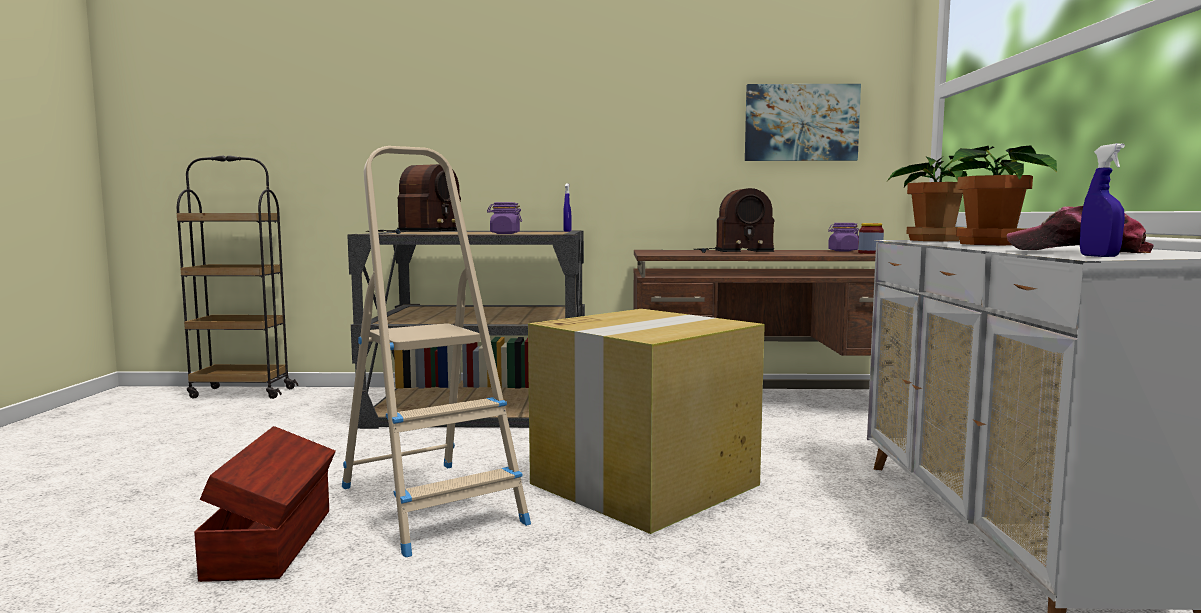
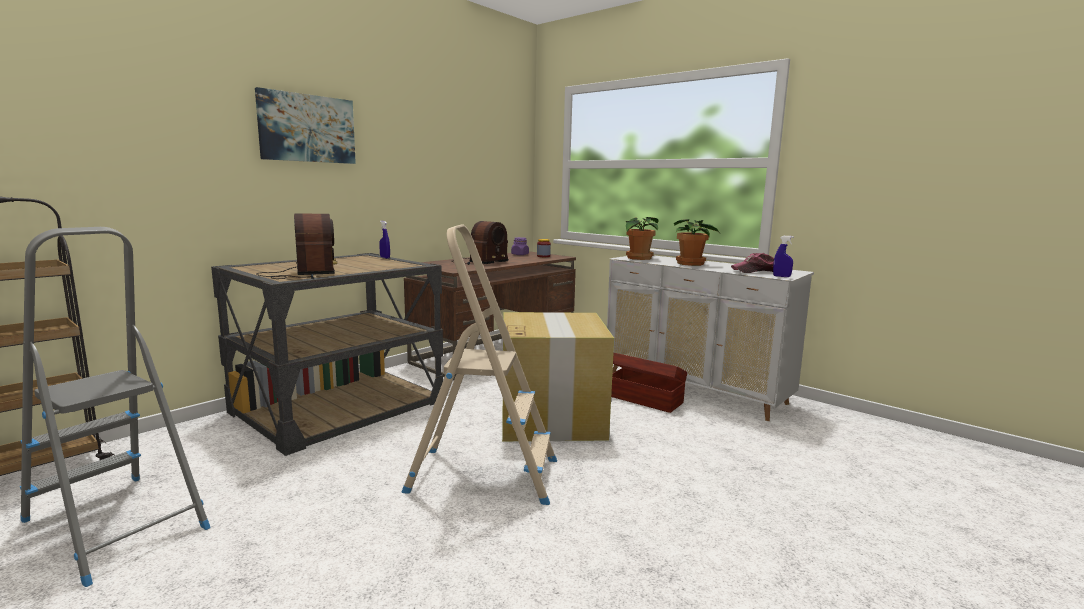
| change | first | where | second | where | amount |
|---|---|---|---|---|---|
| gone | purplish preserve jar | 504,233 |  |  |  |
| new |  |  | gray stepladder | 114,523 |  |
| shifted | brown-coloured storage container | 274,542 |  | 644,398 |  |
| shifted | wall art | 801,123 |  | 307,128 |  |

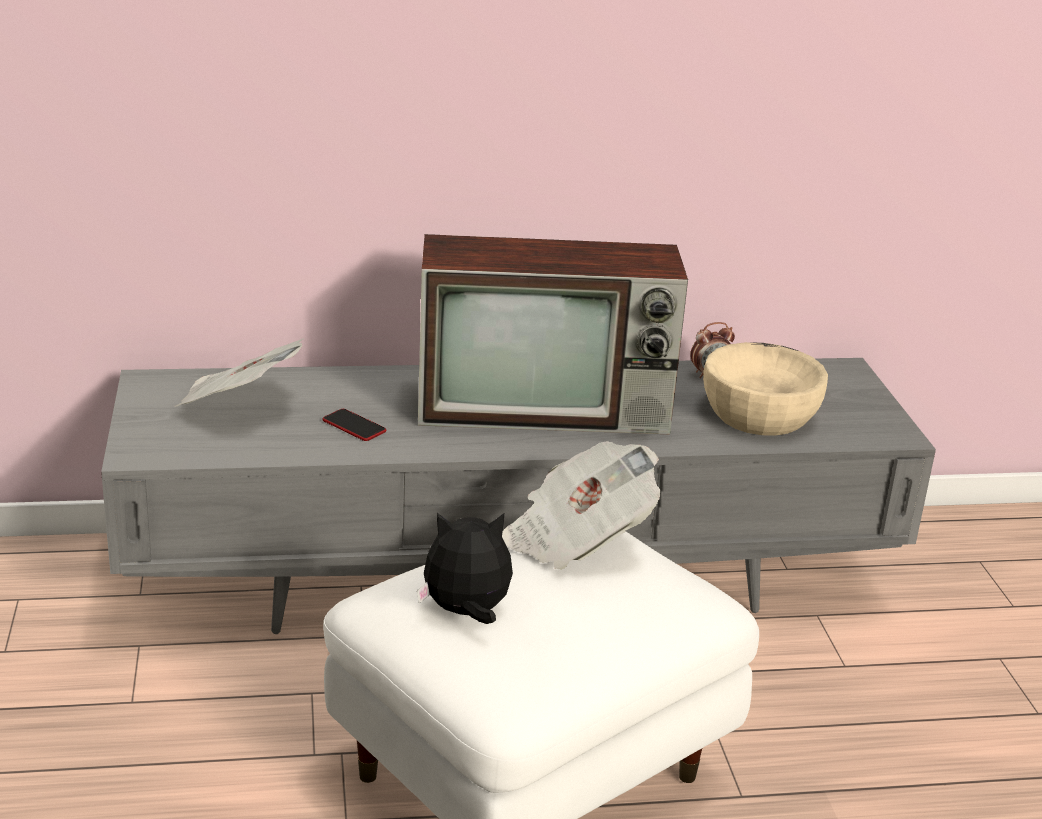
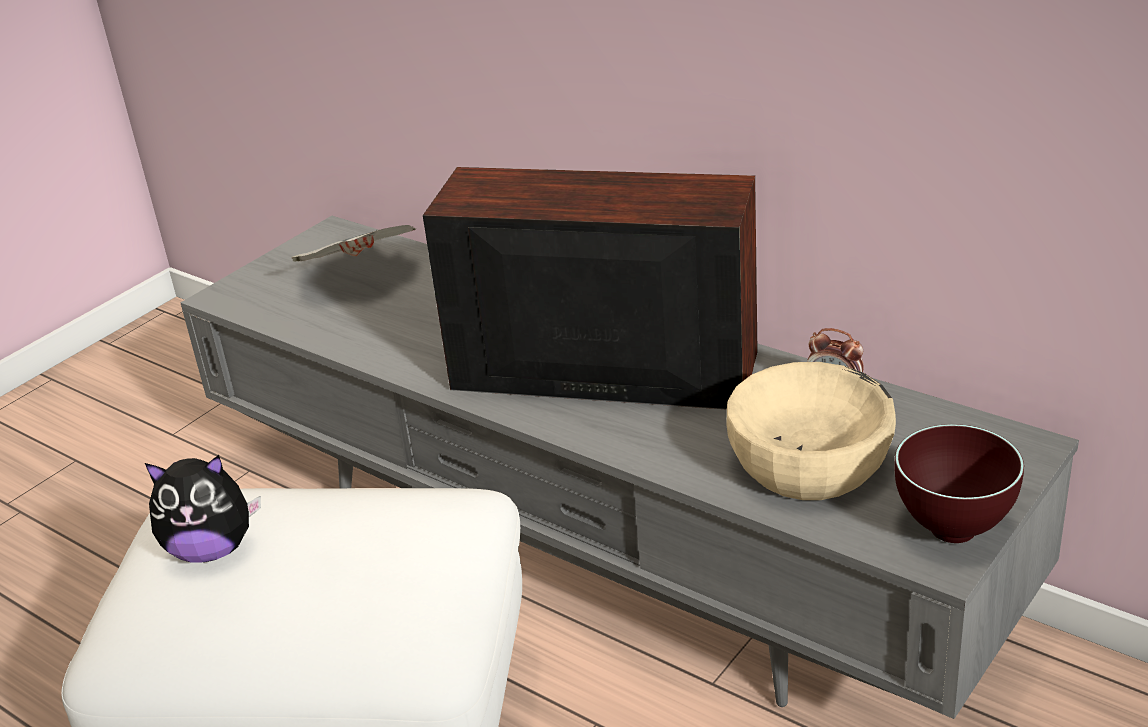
| change | first | where | second | where | amount |
|---|---|---|---|---|---|
| gone | handset | 354,426 |  |  |  |
| gone | newspaper | 577,538 |  |  |  |
| new |  |  | brown-coloured bowl | 951,529 |  |
| rotated | cuddly toy | 466,613 |  | 212,550 | 135 degrees clockwise |
| rotated | TV set | 547,408 |  | 597,371 | 150 degrees clockwise |

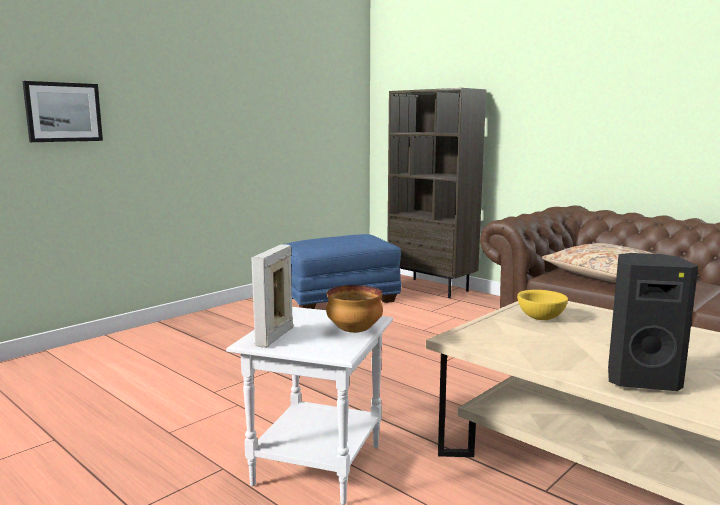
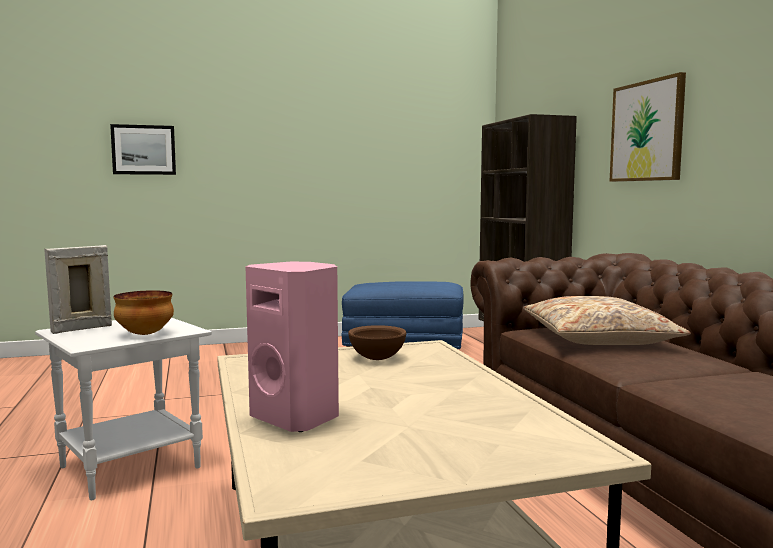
| change | first | where | second | where | amount |
|---|---|---|---|---|---|
| new |  |  | wall art | 647,131 |  |
| repainted | yellowish bowl | 540,318 | brown-coloured bowl | 376,358 |  |
| repainted | black speaker | 641,379 | pinkish speaker | 297,418 |  |

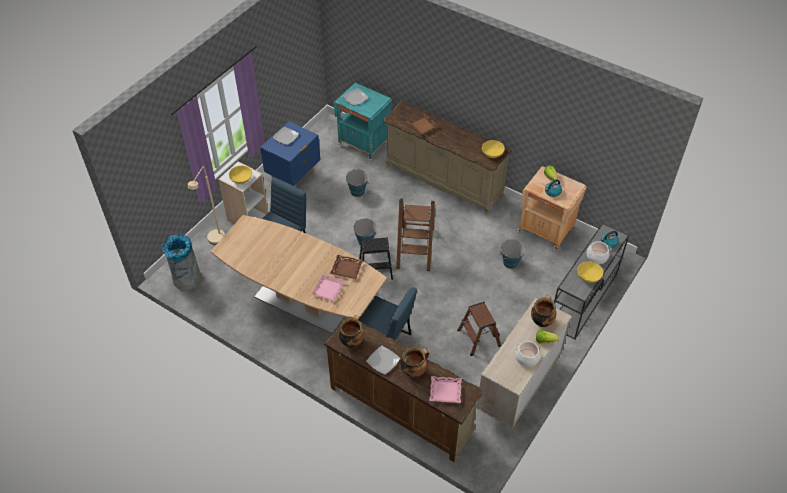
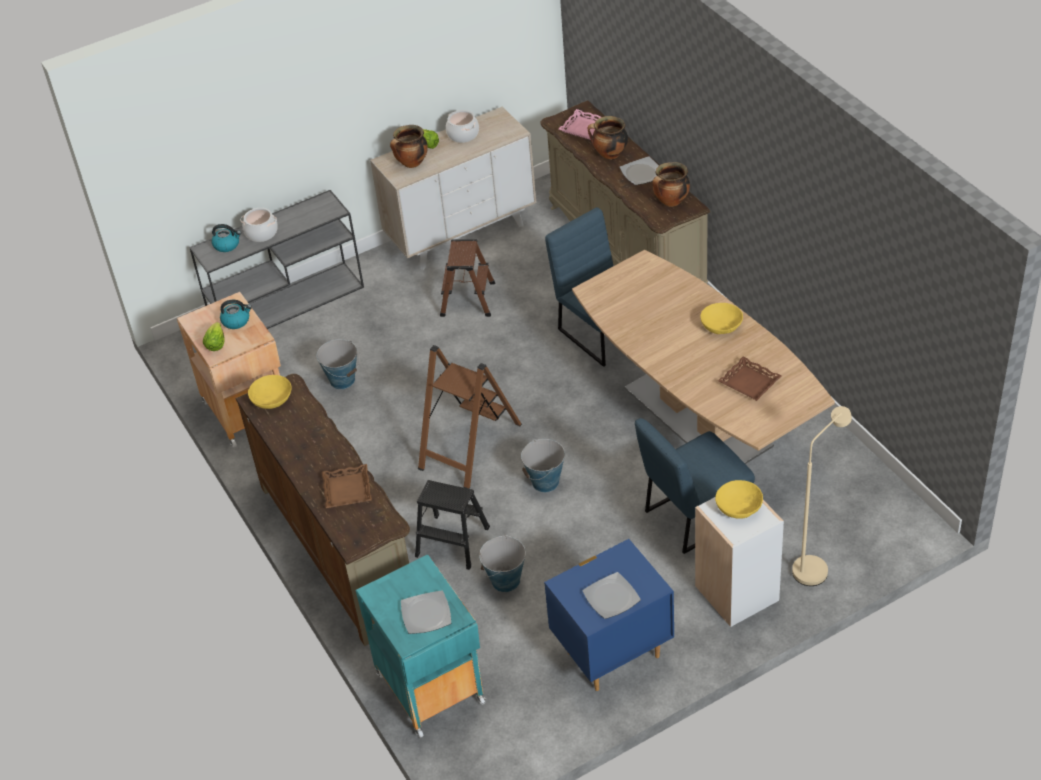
| change | first | where | second | where | amount |
|---|---|---|---|---|---|
| gone | gray rubbish bin | 187,280 |  |  |  |
| gone | pinkish serving tray | 327,289 |  |  |  |
| shifted | brown-coloured serving tray | 346,268 |  | 749,383 |  |
| shifted | black stepladder | 376,268 |  | 452,541 |  |
| shifted | yellowish bowl | 588,276 |  | 721,326 |  |

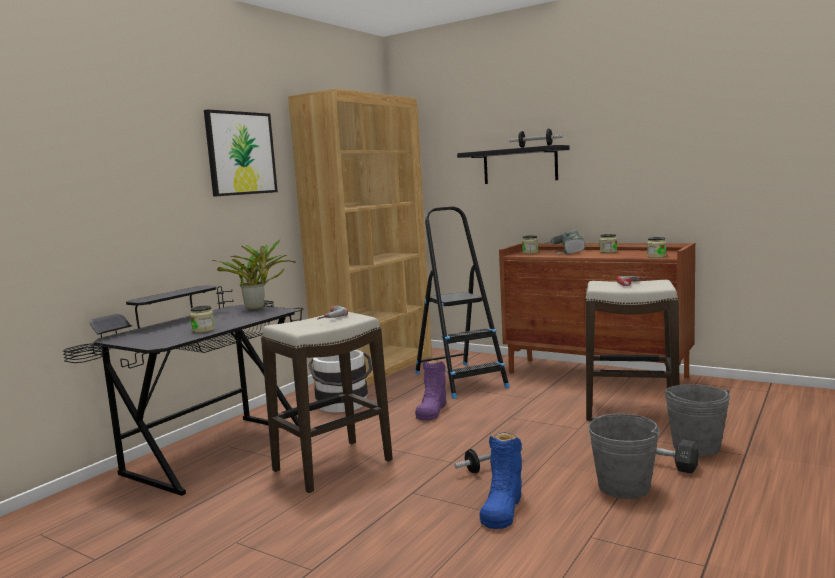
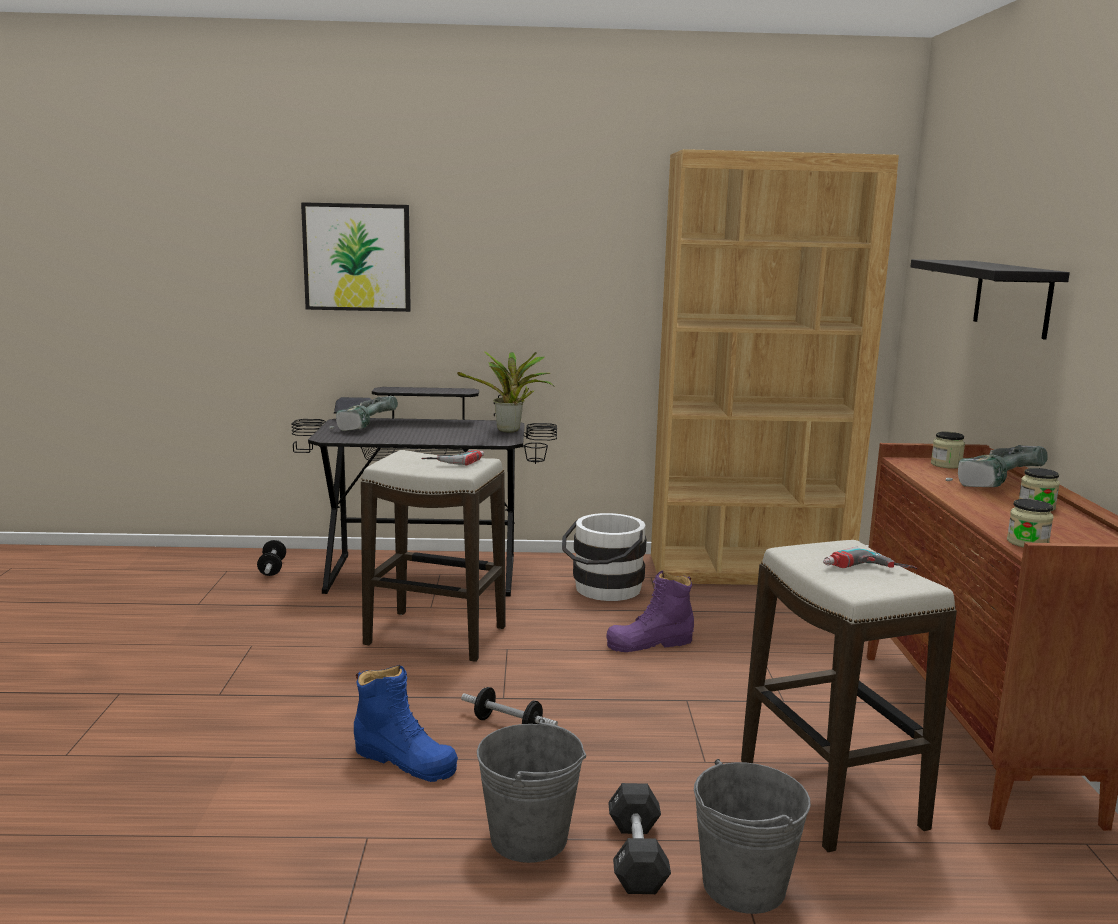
| change | first | where | second | where | amount |
|---|---|---|---|---|---|
| gone | preserve jar | 203,330 |  |  |  |
| gone | black stepladder | 460,380 |  |  |  |
| new |  |  | power drill | 362,426 |  |
| shifted | wall art | 241,153 |  | 357,257 |  |
| shifted | hand weight | 535,146 |  | 272,568 |  |
| rotated | bluish boot | 502,507 |  | 405,760 | 135 degrees counterclockwise |

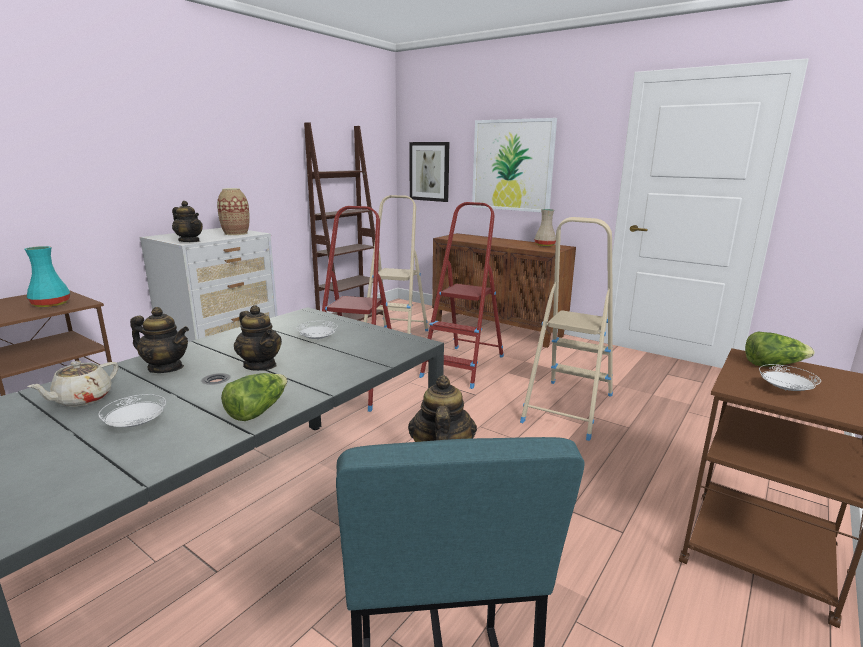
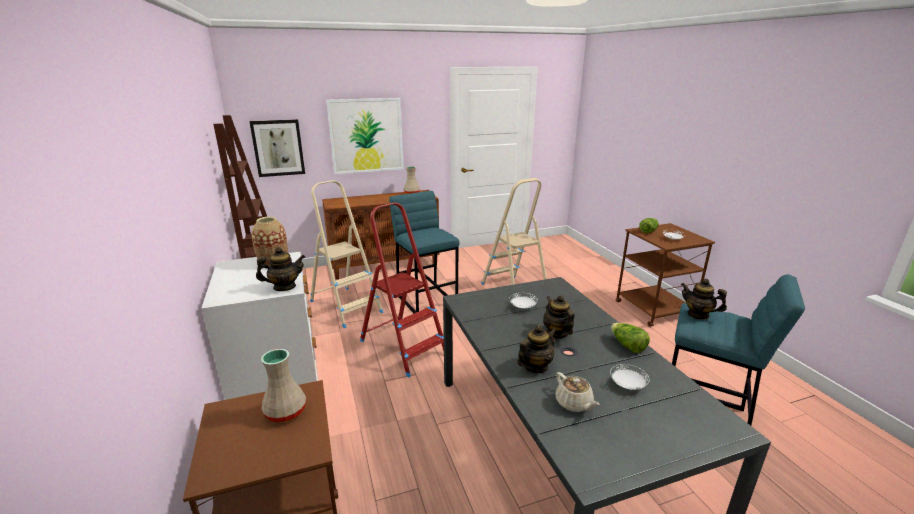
| change | first | where | second | where | amount |
|---|---|---|---|---|---|
| swapped | red-coloured stepladder | 463,366 | blue-green sitting stool | 426,299 |  |
| repainted | blue-green decorative vase | 51,304 | beige decorative vase | 285,412 |  |
| rotated | pot for tea | 260,365 |  | 556,333 | 105 degrees counterclockwise |

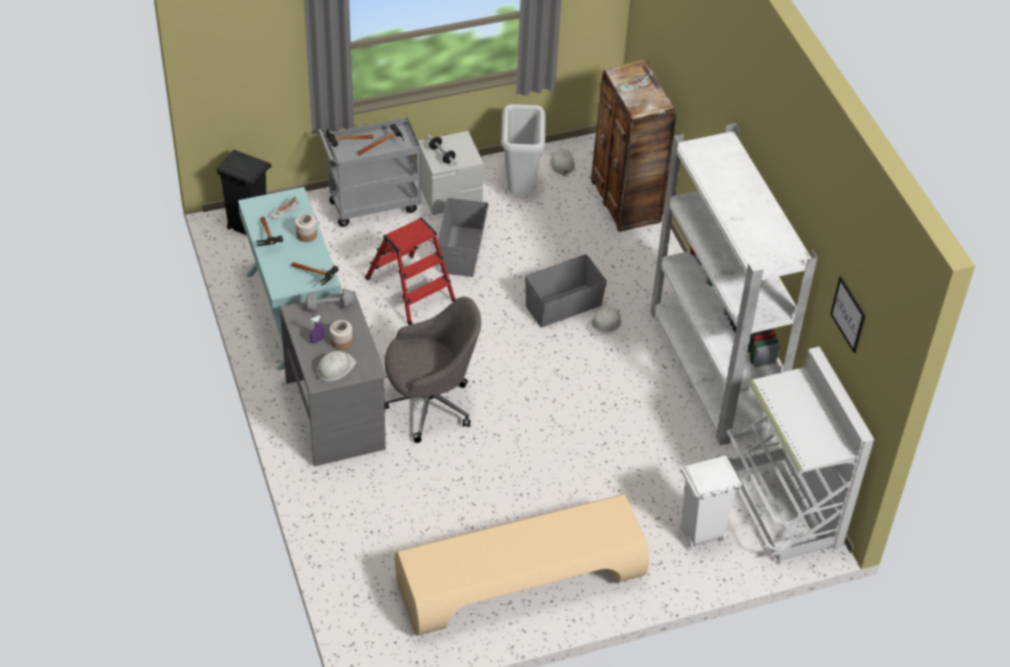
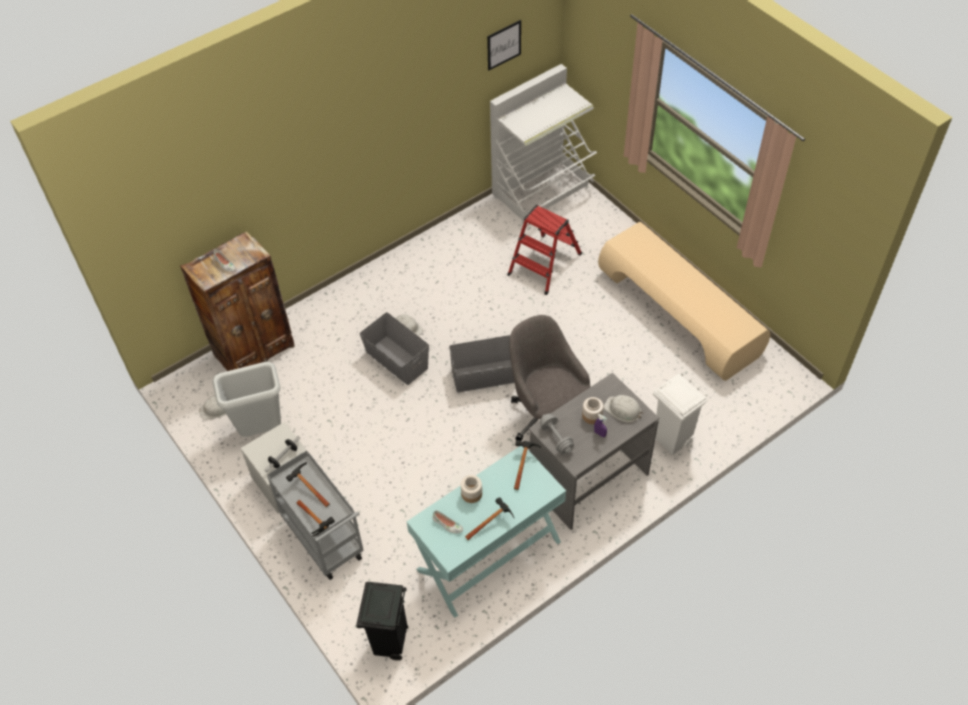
| change | first | where | second | where | amount |
|---|---|---|---|---|---|
| gone | whitish bookcase | 712,369 |  |  |  |
| shifted | red-coloured stepladder | 410,289 |  | 545,264 |  |
| shifted | gray storage container | 462,250 |  | 484,375 |  |
| shifted | whitish rubbish bin | 700,535 |  | 672,440 |  |

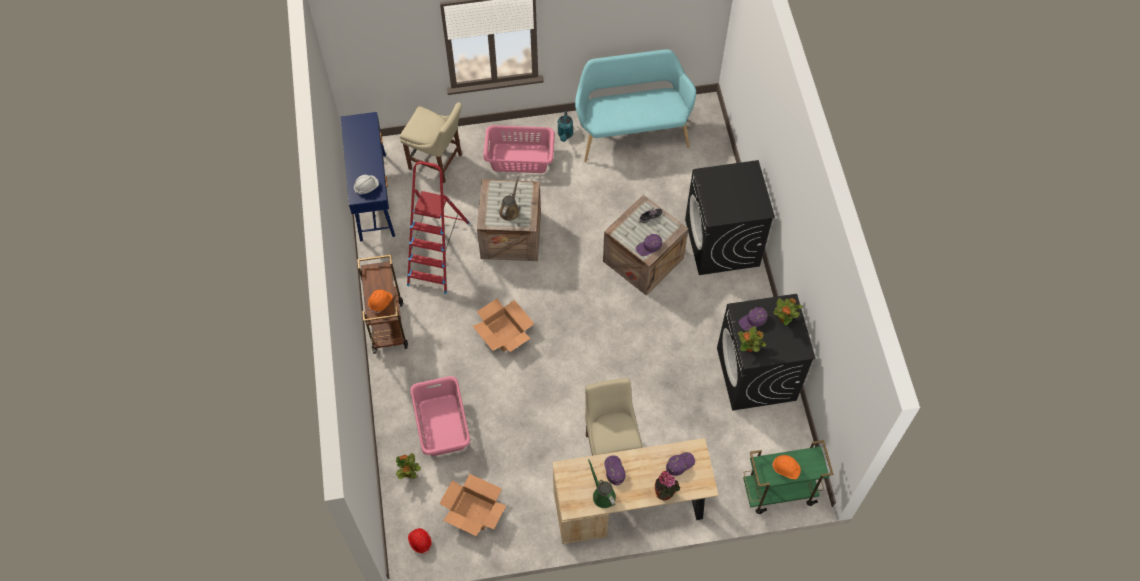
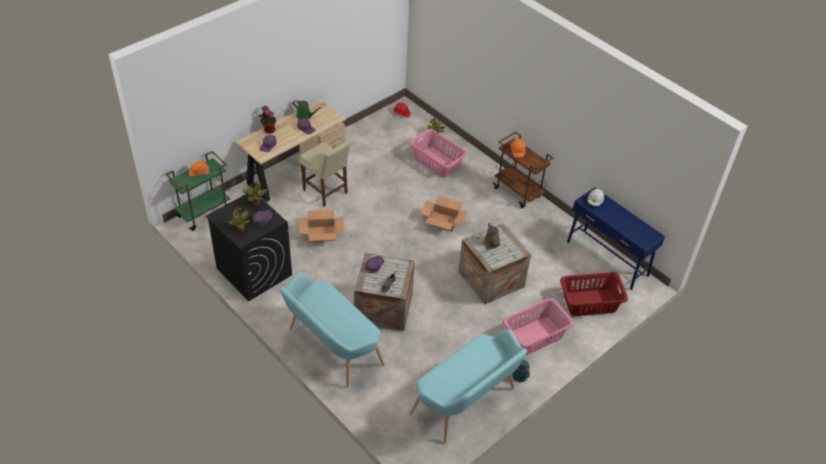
| change | first | where | second | where | amount |
|---|---|---|---|---|---|
| gone | red-coloured stepladder | 438,254 |  |  |  |
| shifted | cardboard box | 474,510 |  | 322,234 |  |
| swapped | beige upright chair | 437,163 | red-coloured washing basket | 589,302 |  |
| swapped | black laundry appliance | 722,243 | blue-green bench | 331,348 |  |

